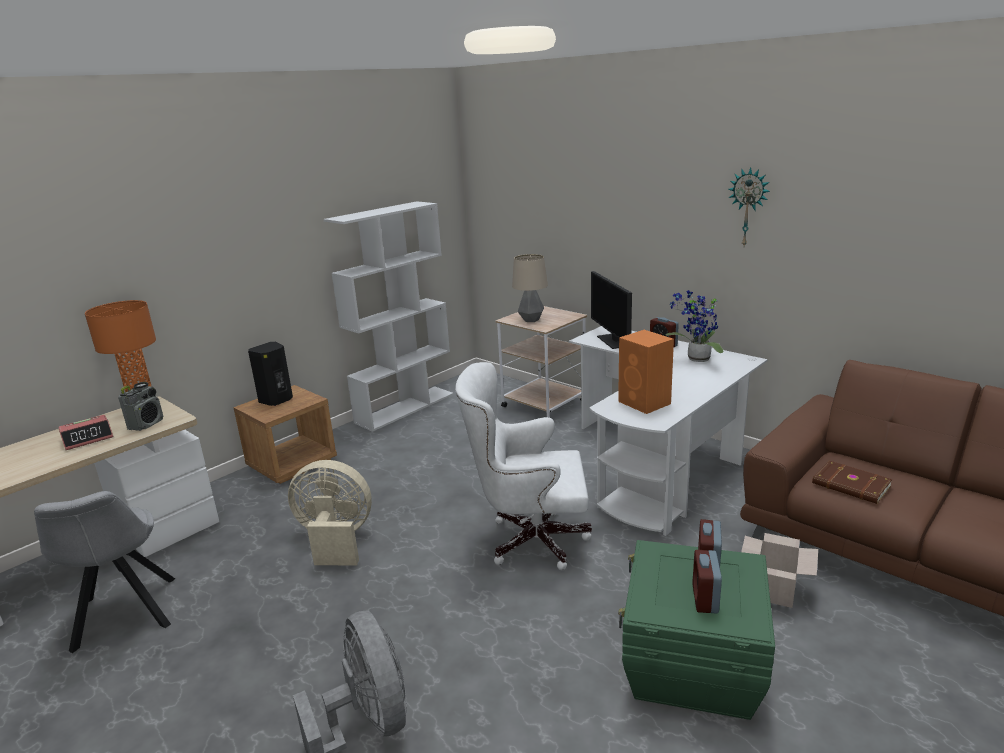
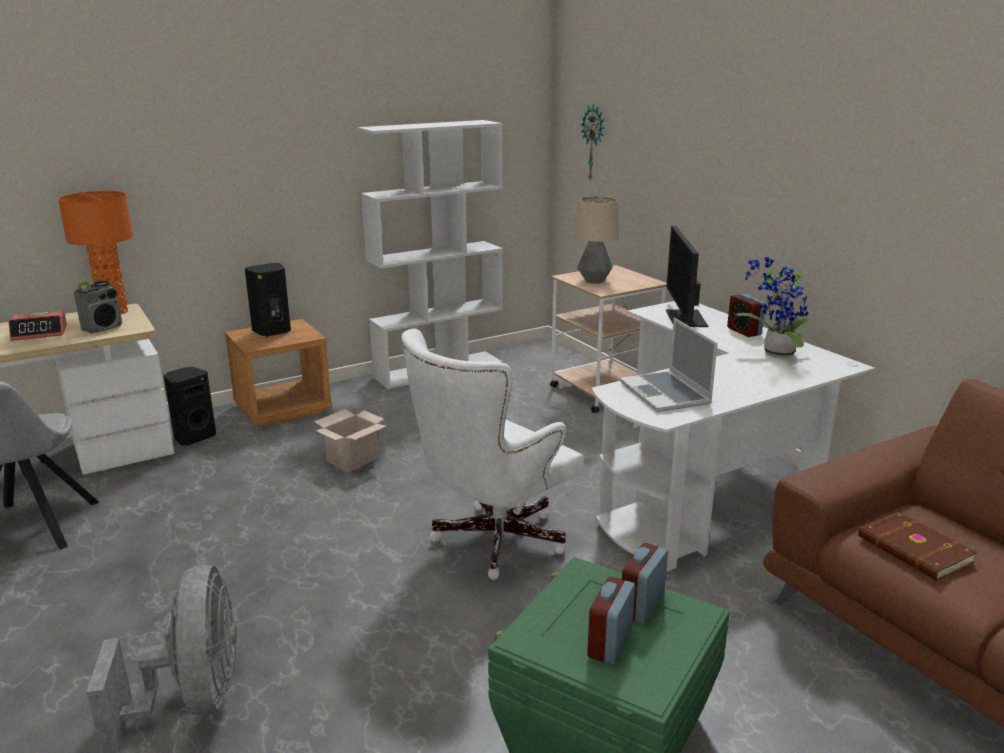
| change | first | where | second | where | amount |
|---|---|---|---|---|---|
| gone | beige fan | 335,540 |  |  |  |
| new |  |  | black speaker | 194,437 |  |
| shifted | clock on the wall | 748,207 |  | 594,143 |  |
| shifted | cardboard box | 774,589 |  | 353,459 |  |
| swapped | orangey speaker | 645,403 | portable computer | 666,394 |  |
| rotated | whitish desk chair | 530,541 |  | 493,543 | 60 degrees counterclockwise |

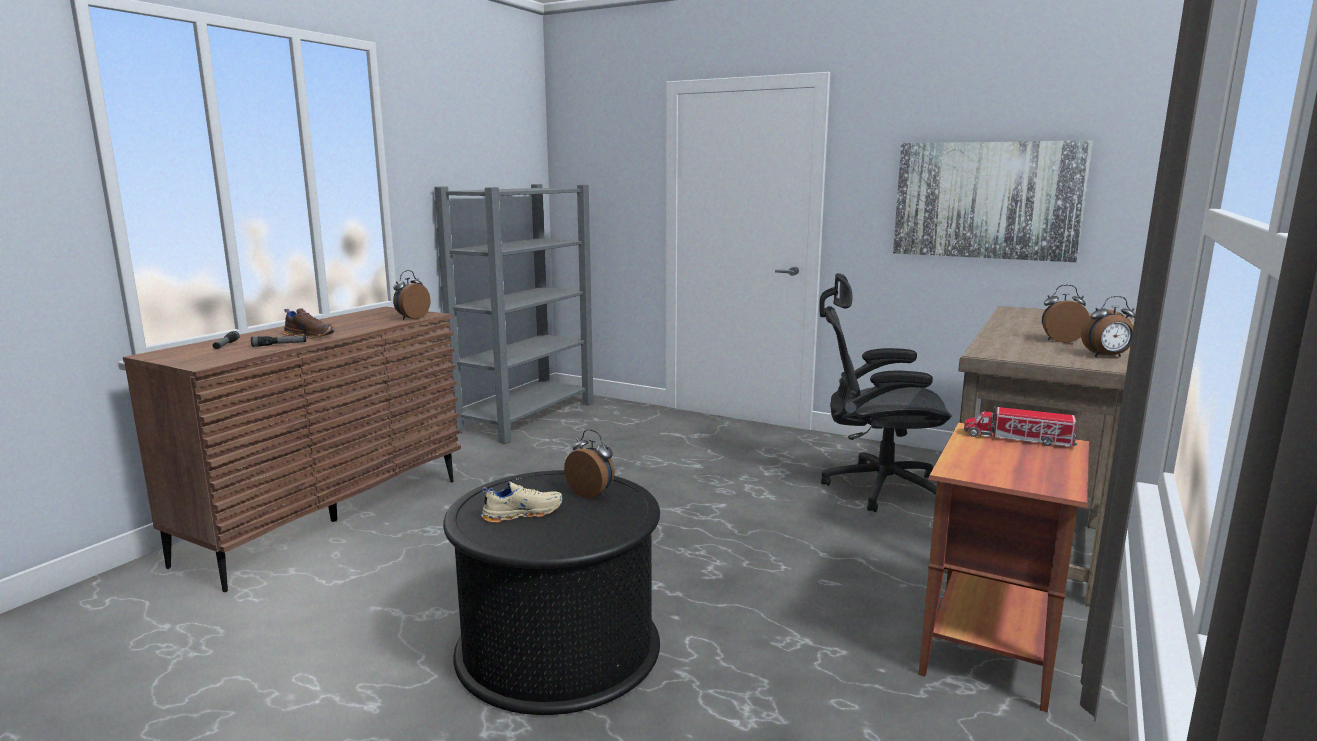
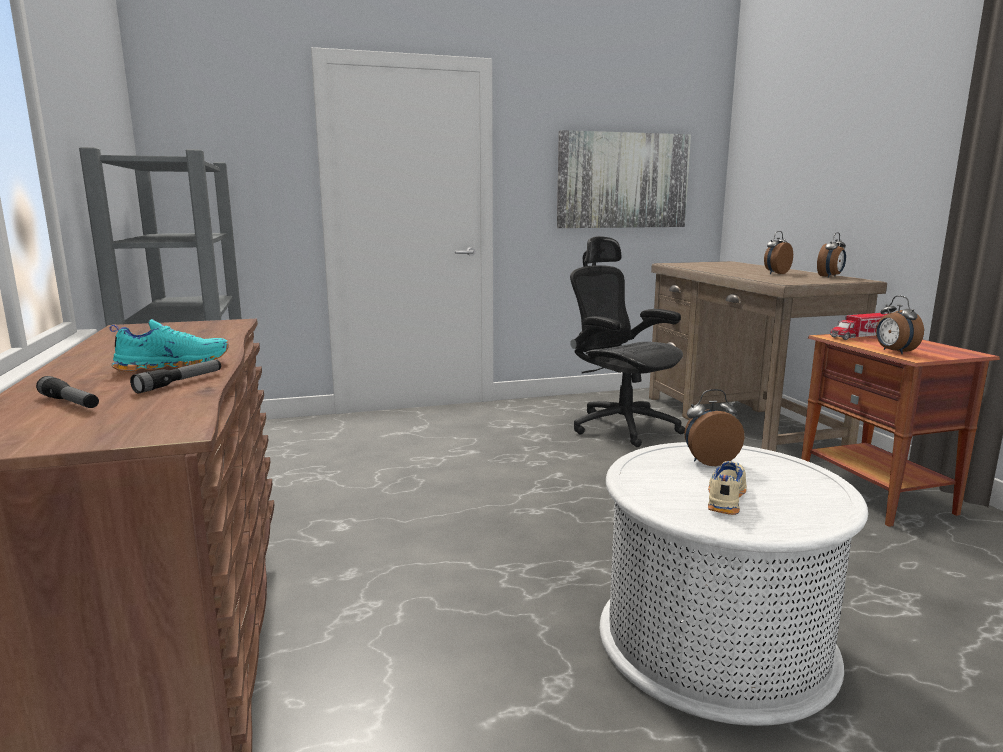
| change | first | where | second | where | amount |
|---|---|---|---|---|---|
| shifted | alarm clock | 411,318 |  | 894,352 |  |
| repainted | brown-coloured item of footwear | 310,336 | blue-green item of footwear | 173,365 |  |
| repainted | black coffee table | 558,648 | whitish coffee table | 715,640 |  |
| rotated | desk chair | 876,488 |  | 621,426 | 90 degrees clockwise |

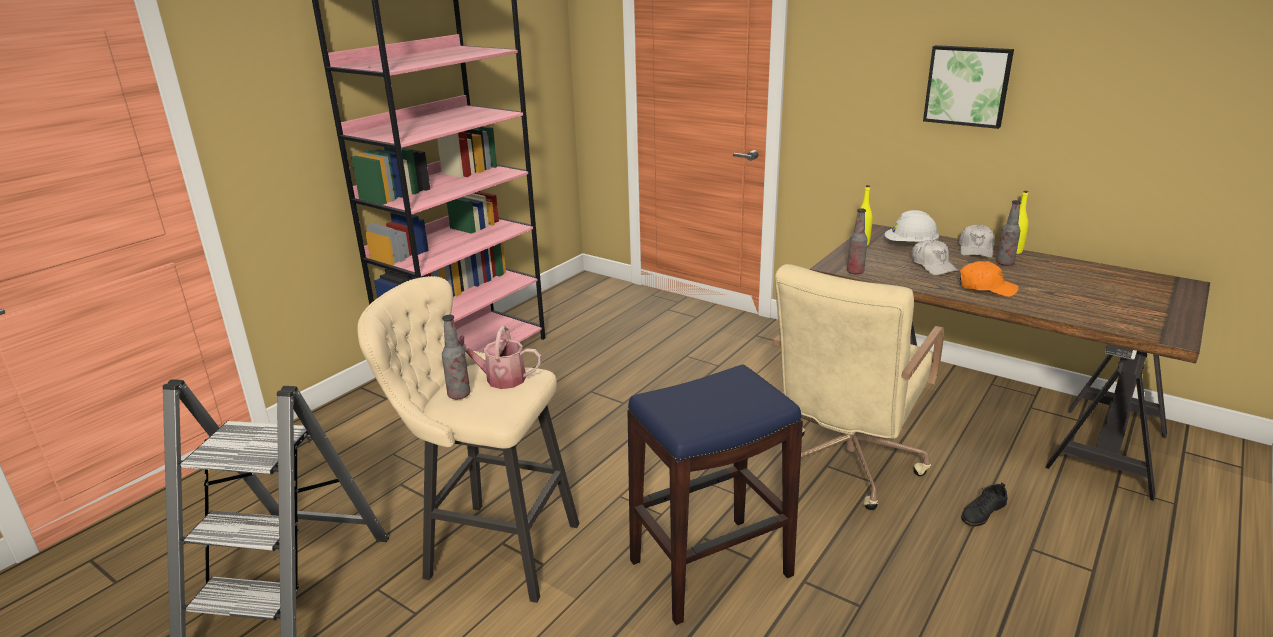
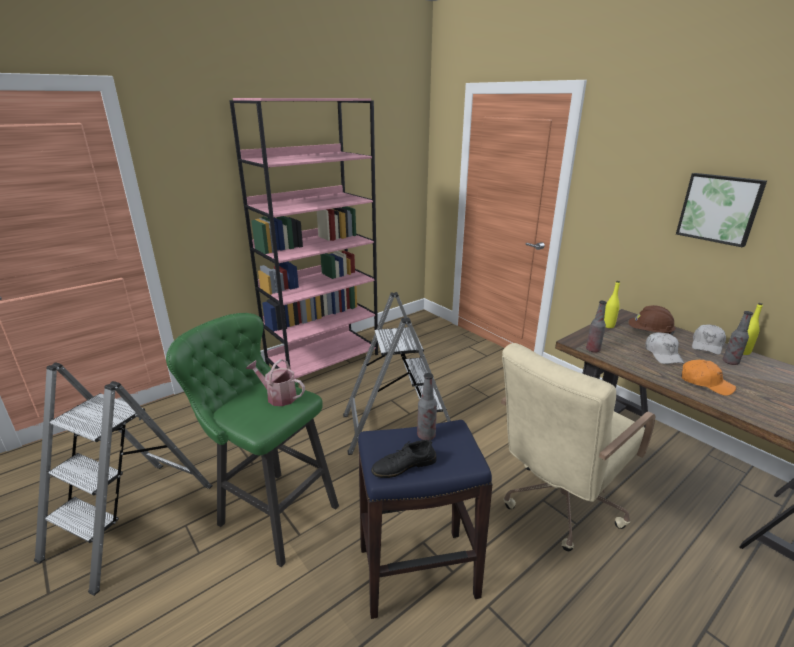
| change | first | where | second | where | amount |
|---|---|---|---|---|---|
| new |  |  | gray stepladder | 397,427 |  |
| shifted | beverage bottle | 459,395 |  | 426,435 |  |
| shifted | black item of footwear | 983,512 |  | 404,466 |  |
| repainted | beige sitting stool | 486,546 | green sitting stool | 269,509 |  |
| repainted | whitish hard hat | 910,245 | brown-coloured hard hat | 649,333 |  |

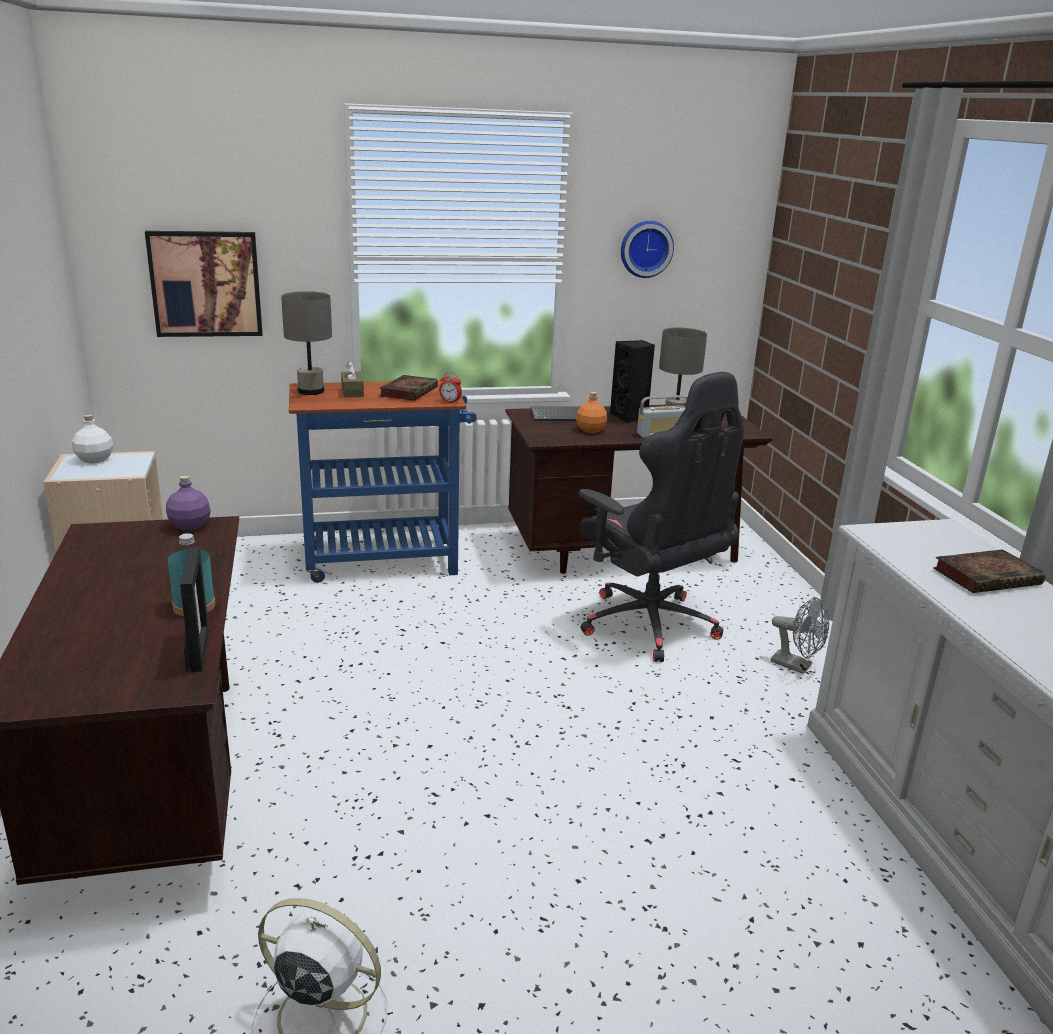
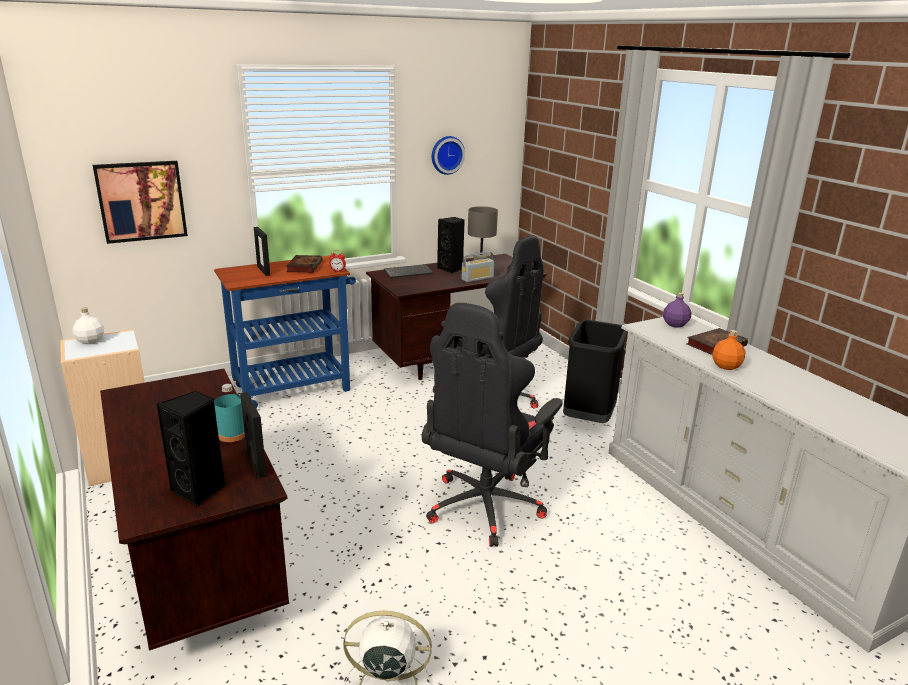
| change | first | where | second | where | amount |
|---|---|---|---|---|---|
| gone | gray lamp for a table | 310,391 |  |  |  |
| new |  |  | black speaker | 200,490 |  |
| new |  |  | black desk chair | 485,506 |  |
| shifted | purplish beverage bottle | 189,526 |  | 675,324 |  |
| shifted | orangey beverage bottle | 591,430 |  | 726,366 |  |
| swapped | brown-coloured tissue box | 352,392 | photo frame | 264,270 |  |
| swapped | gray fan | 796,666 | black rubbish bin | 588,417 |  |

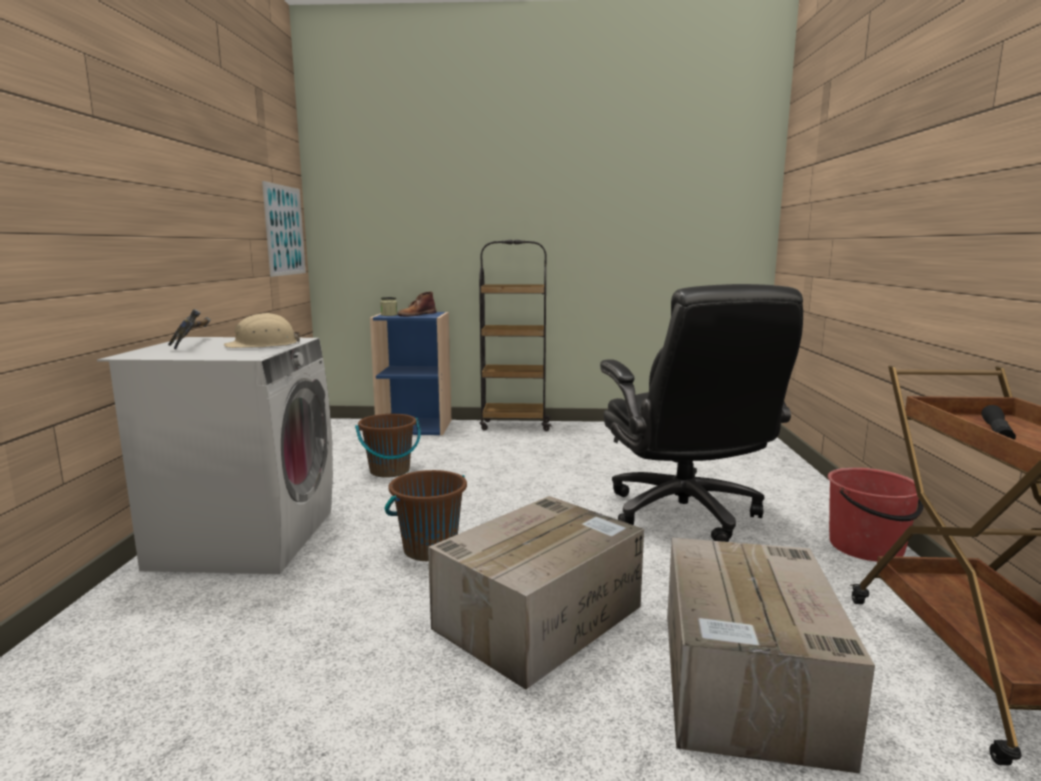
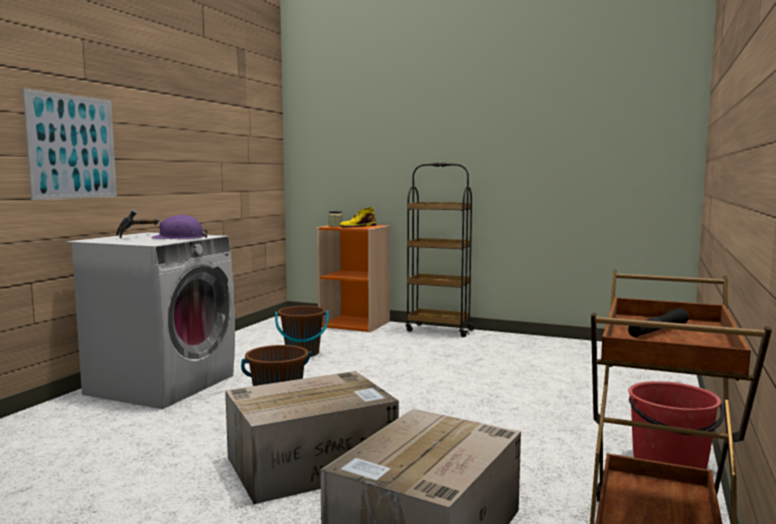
| change | first | where | second | where | amount |
|---|---|---|---|---|---|
| gone | black desk chair | 684,516 |  |  |  |
| shifted | wall art | 285,230 |  | 73,147 |  |
| repainted | beige hard hat | 263,345 | purplish hard hat | 179,238 |  |
| repainted | bluish bookcase | 416,426 | orangey bookcase | 355,324 |  |
| repainted | brown-coloured boot | 416,314 | yellowish boot | 357,226 |  |

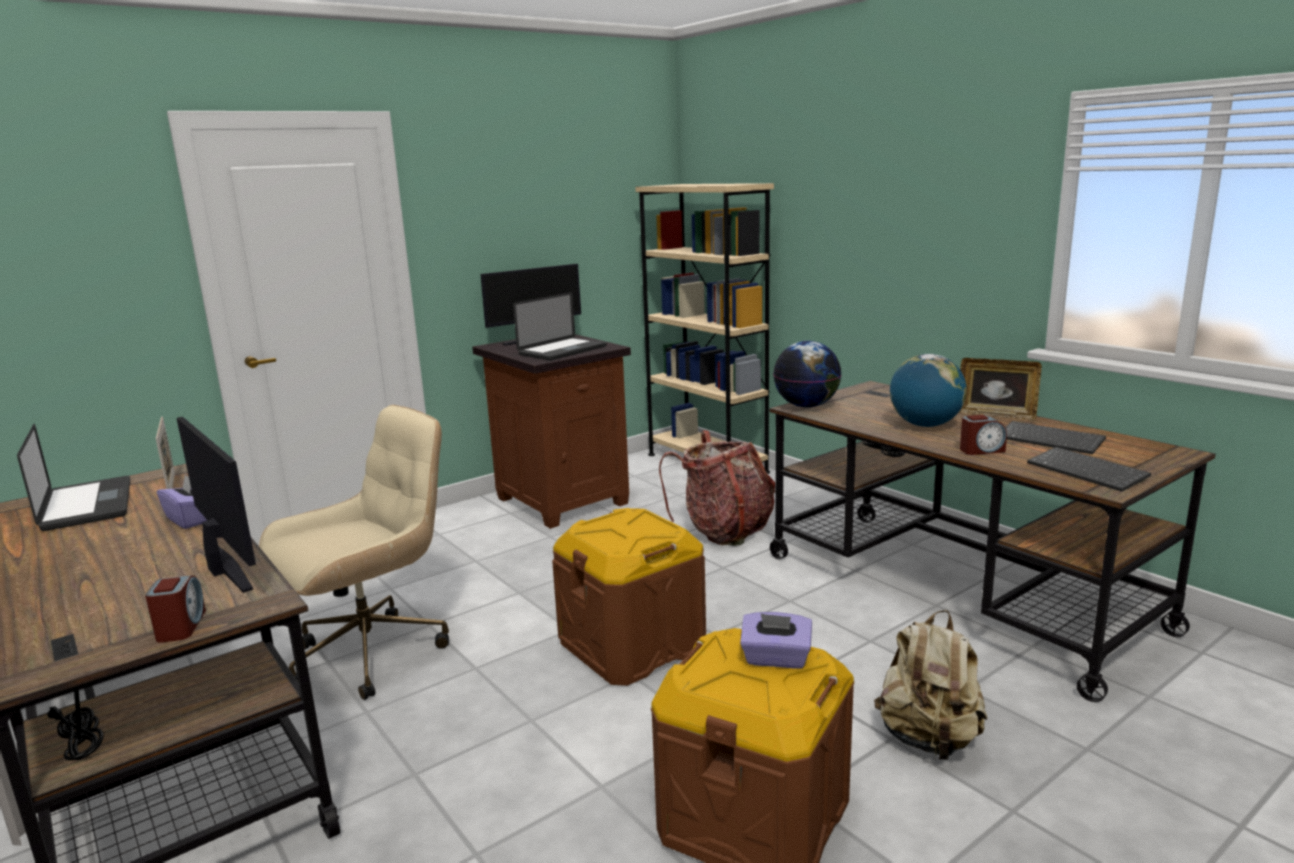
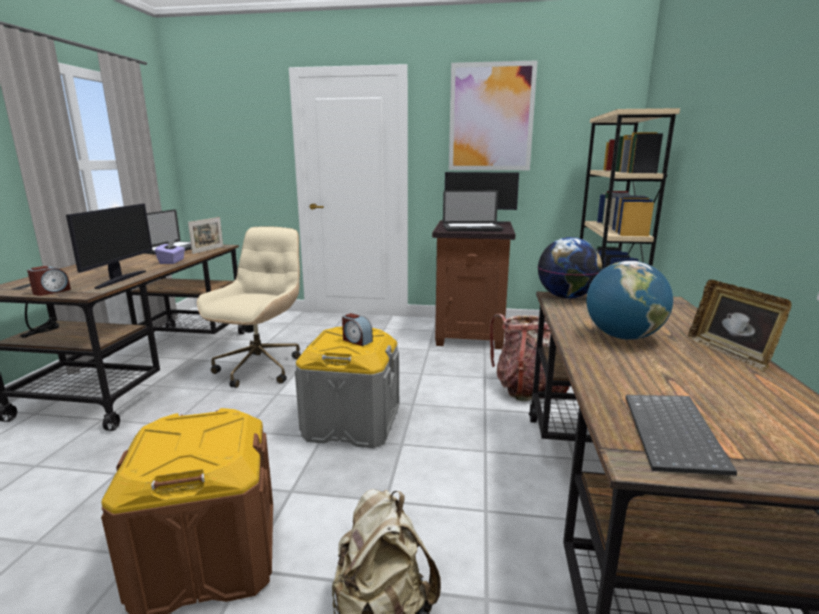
| change | first | where | second | where | amount |
|---|---|---|---|---|---|
| gone | purplish tissue box | 776,659 |  |  |  |
| gone | computer keyboard | 1051,440 |  |  |  |
| new |  |  | wall art | 491,117 |  |
| shifted | alarm clock | 981,450 |  | 356,340 |  |
| repainted | brown-coloured storage container | 632,645 | gray storage container | 352,423 |  |
| rotated | beige desk chair | 374,654 |  | 261,368 | 75 degrees counterclockwise |

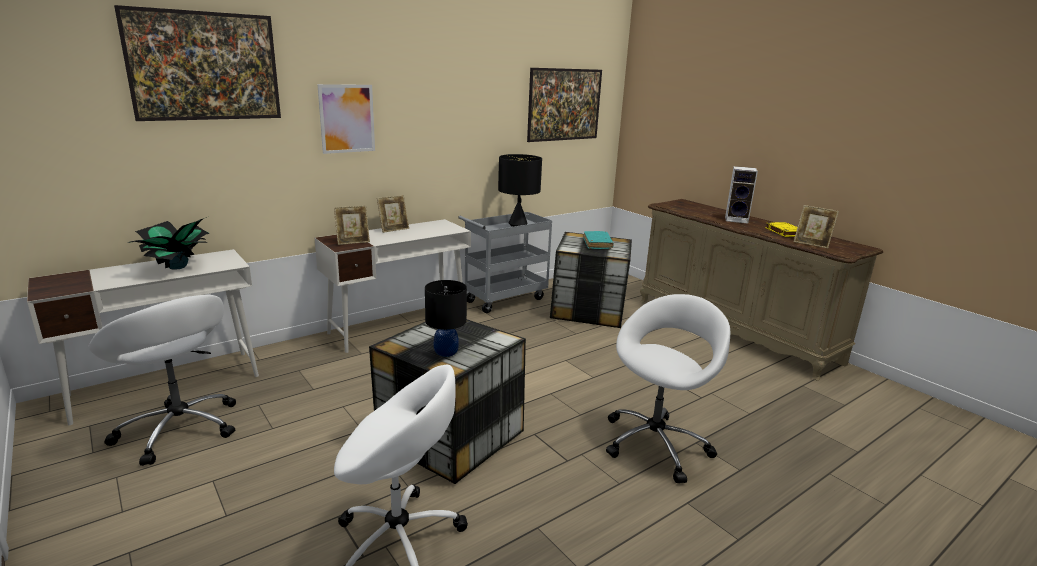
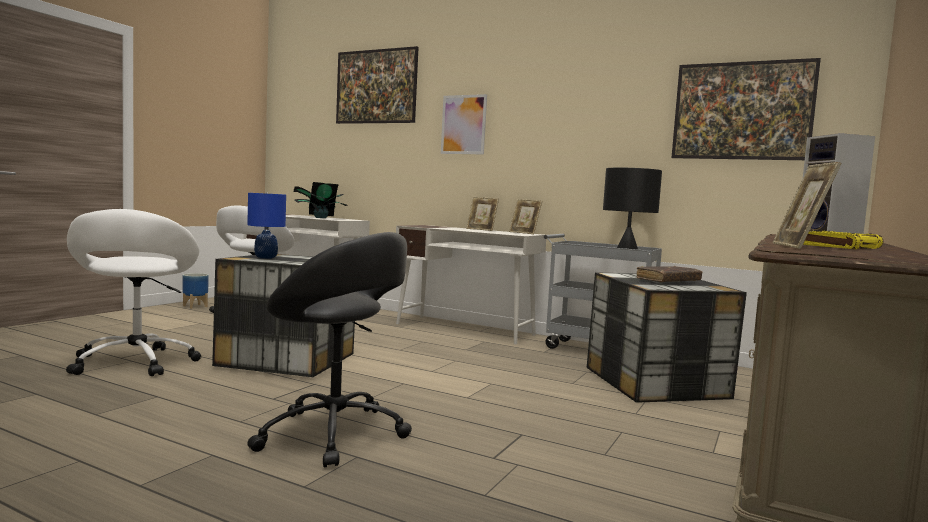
| change | first | where | second | where | amount |
|---|---|---|---|---|---|
| new |  |  | planter | 195,306 |  |
| shifted | photo frame | 353,242 |  | 524,233 |  |
| repainted | black lamp for a table | 446,354 | bluish lamp for a table | 265,258 |  |
| repainted | blue-green book | 597,244 | brown-coloured book | 668,281 |  |
| repainted | whitish desk chair | 656,444 | black desk chair | 336,435 |  |

